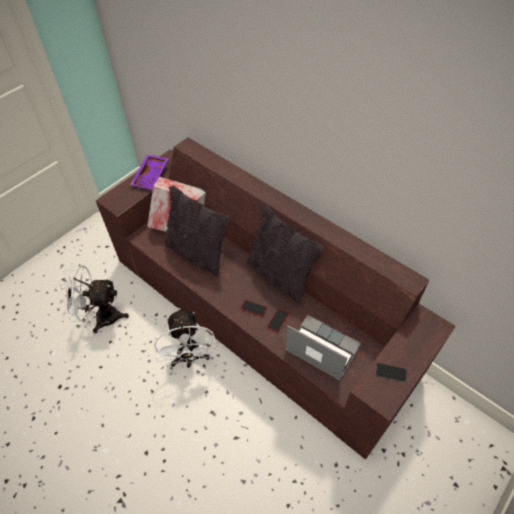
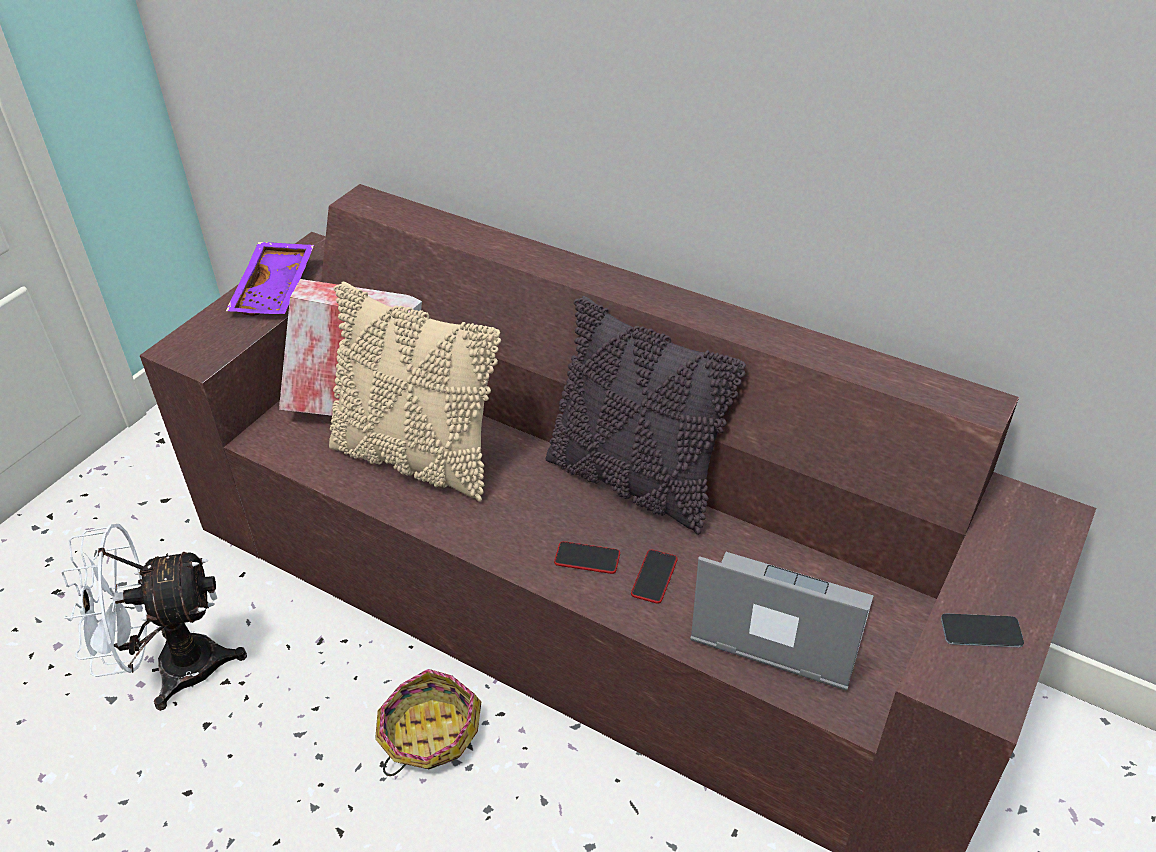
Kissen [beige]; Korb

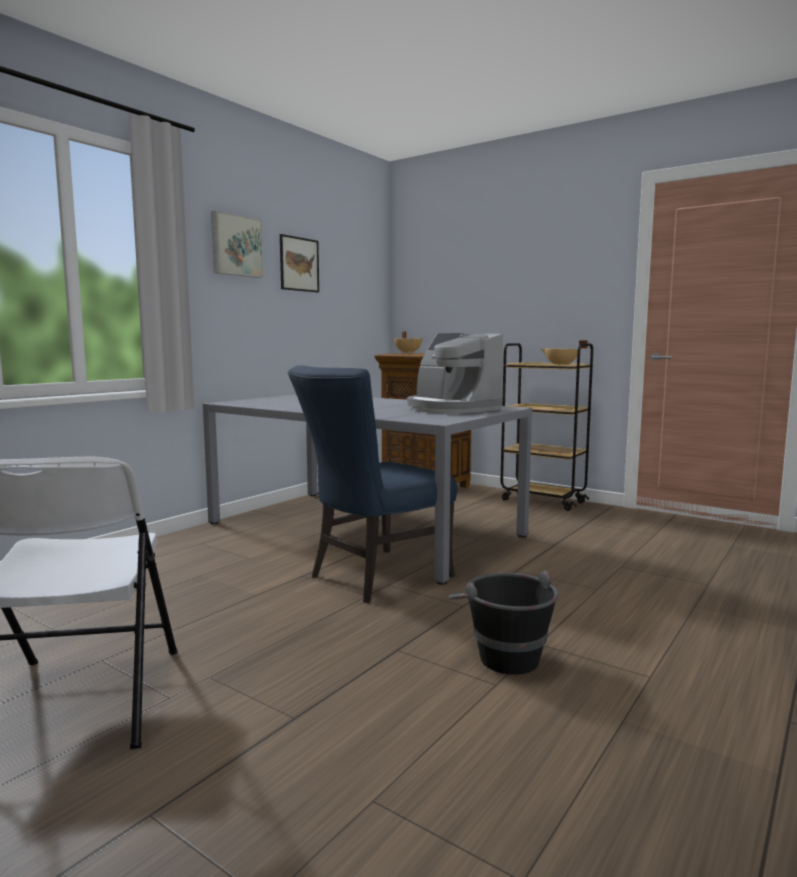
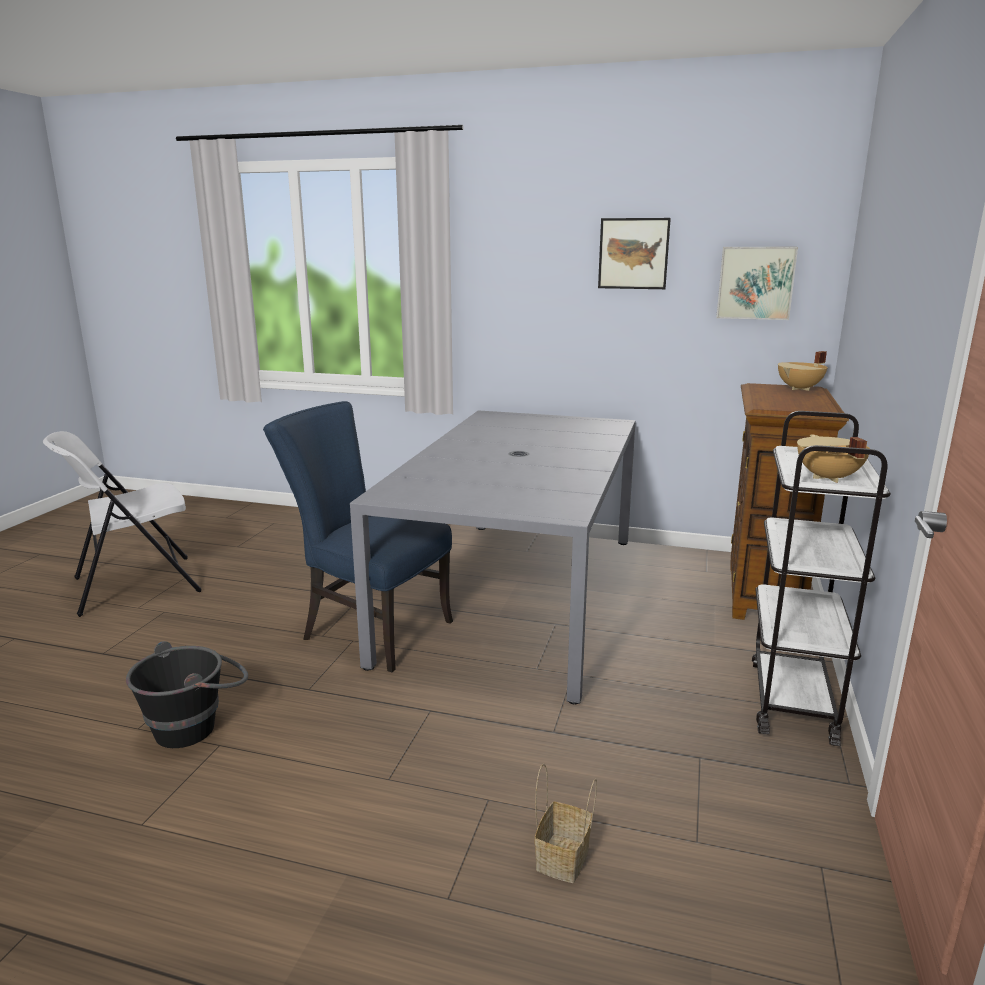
Bild (2nd from left); Kaffeemaschine; Rollwagen [weiß]; Korb

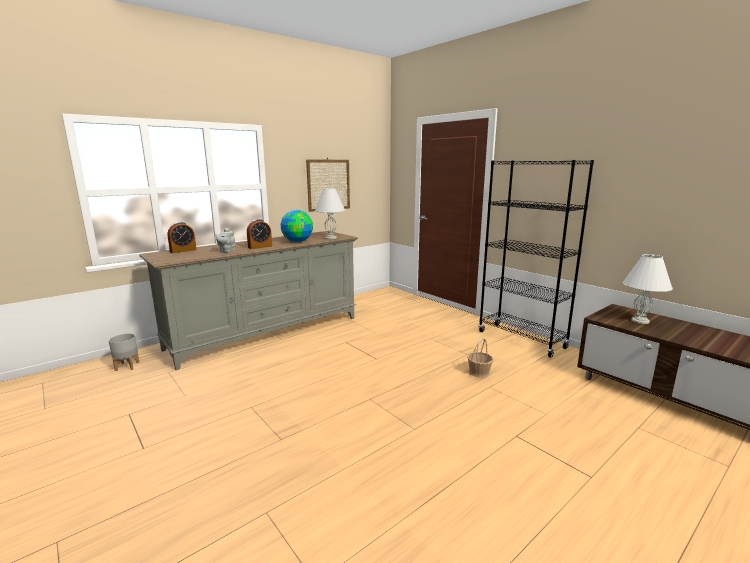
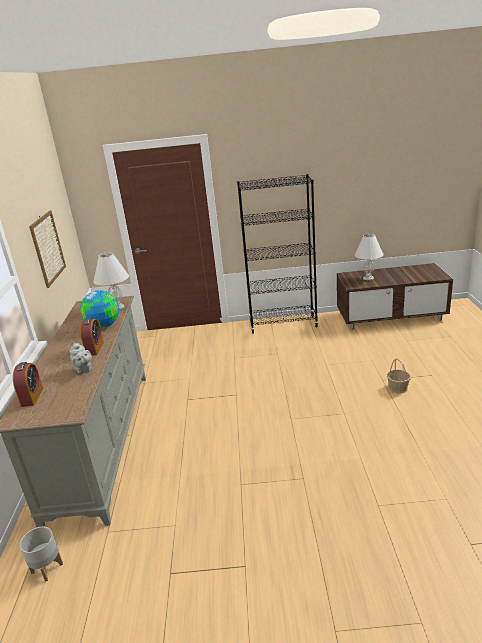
Korb

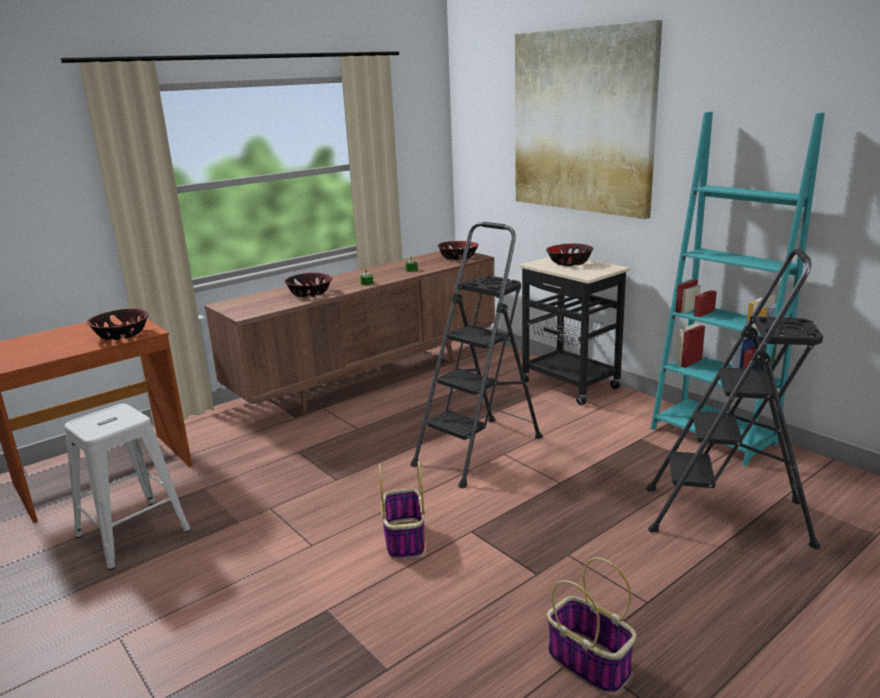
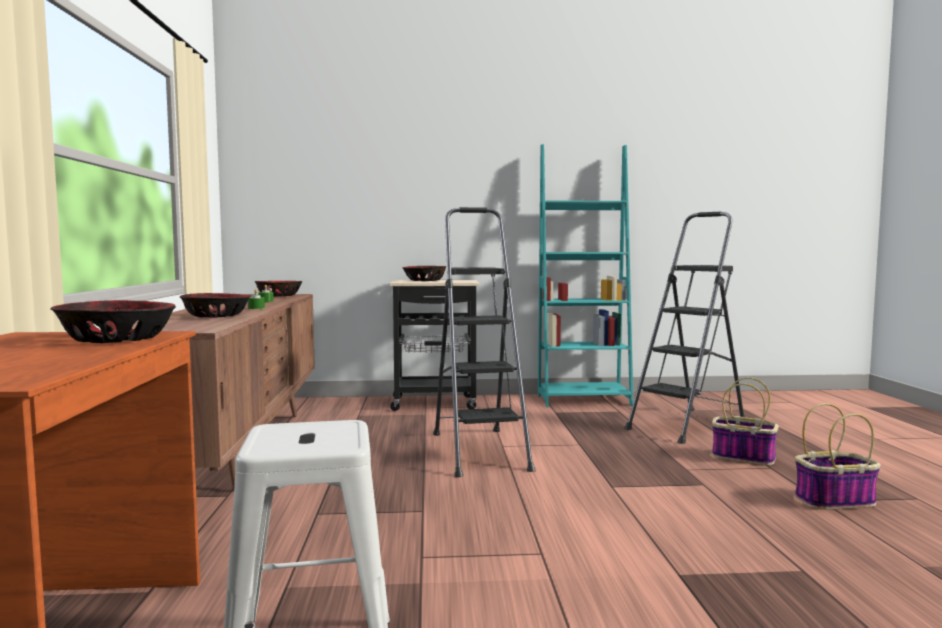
Bild; Korb (1st from left)

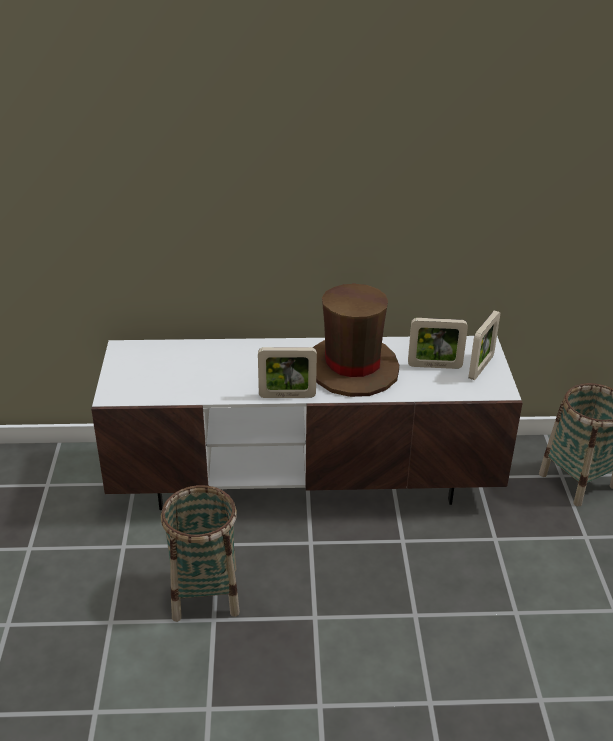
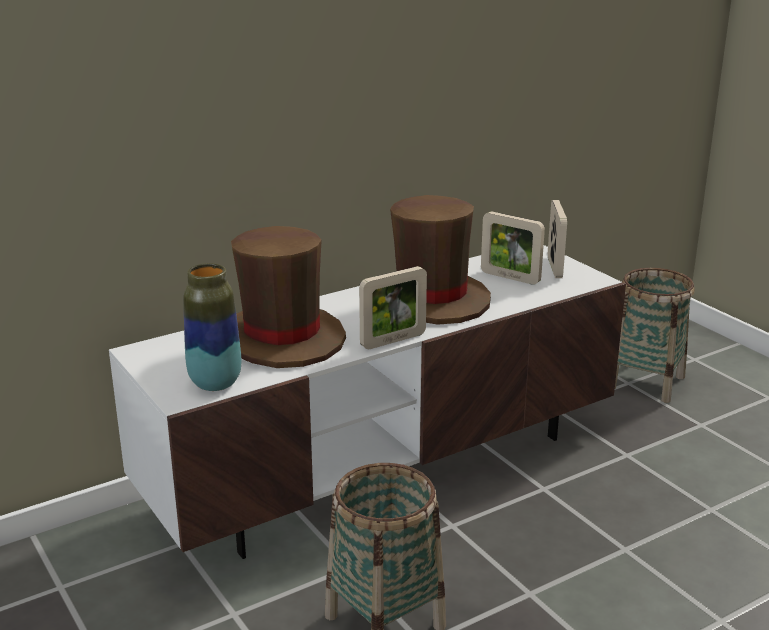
Bilderrahmen (2nd from left); Hut [braun] (1st from left); Vase

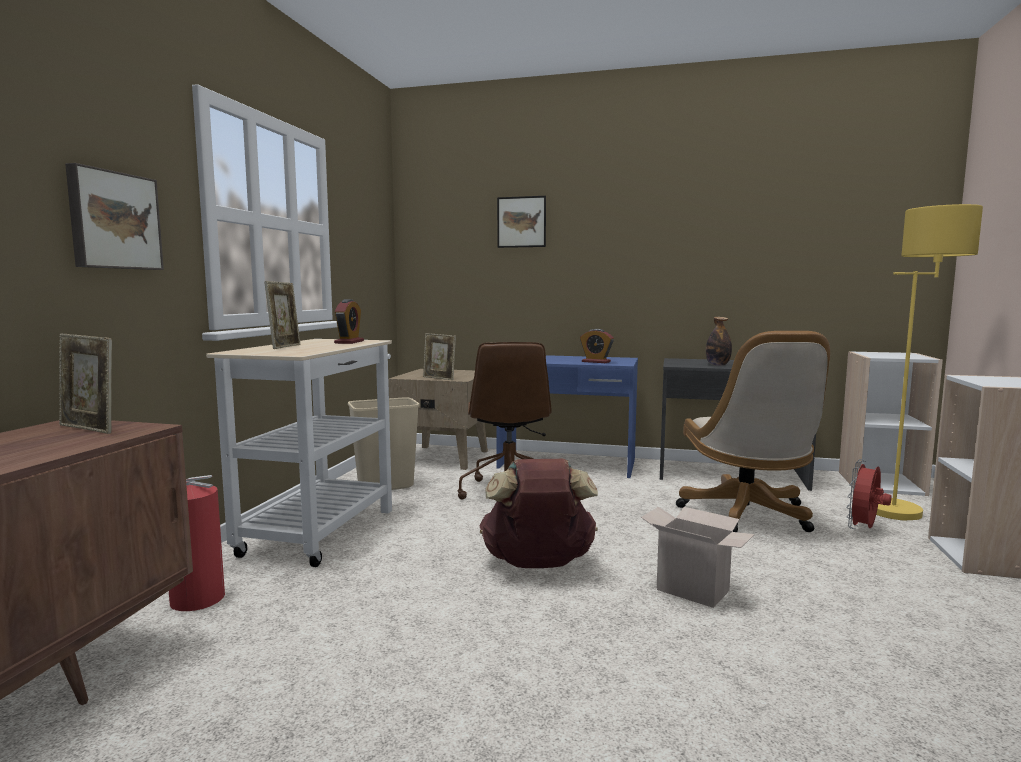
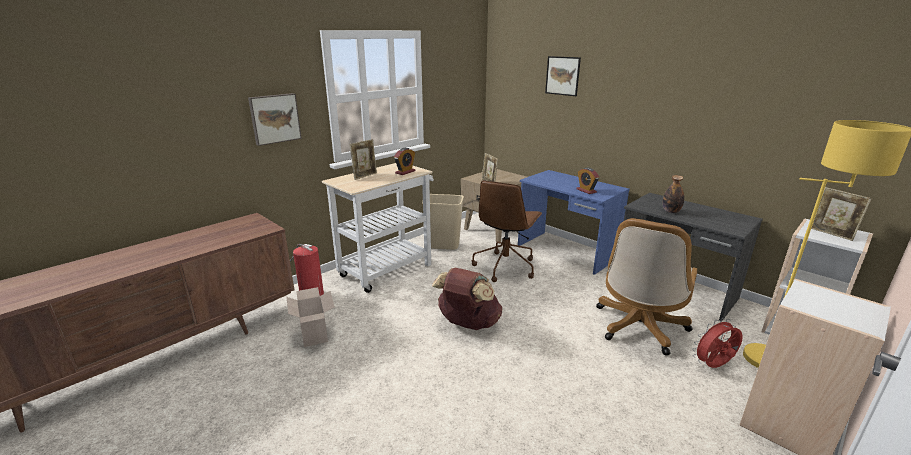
Bilderrahmen (3rd from left); Karton

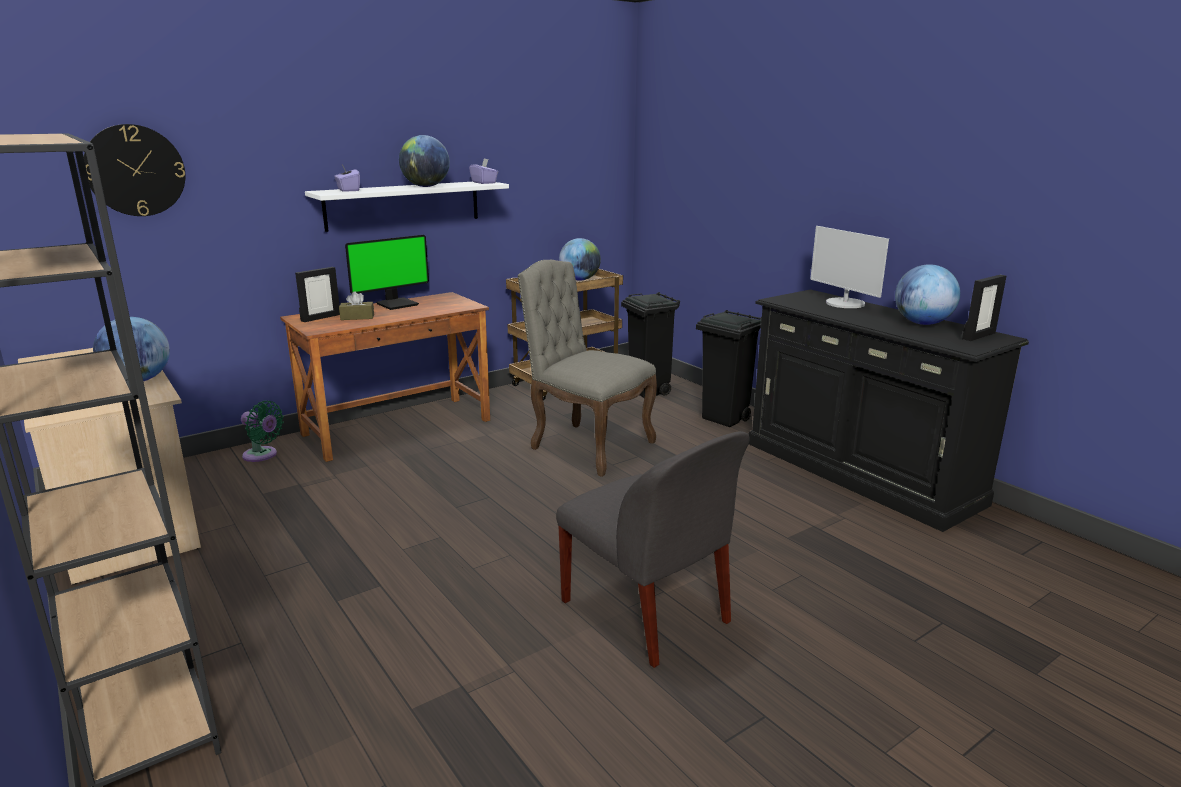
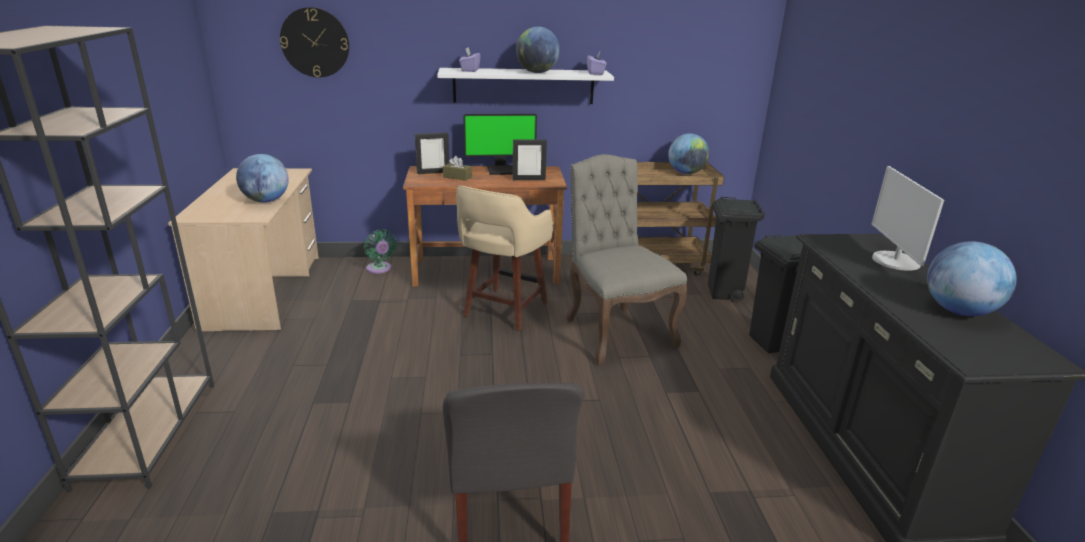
Bilderrahmen (2nd from left); Hocker [beige]

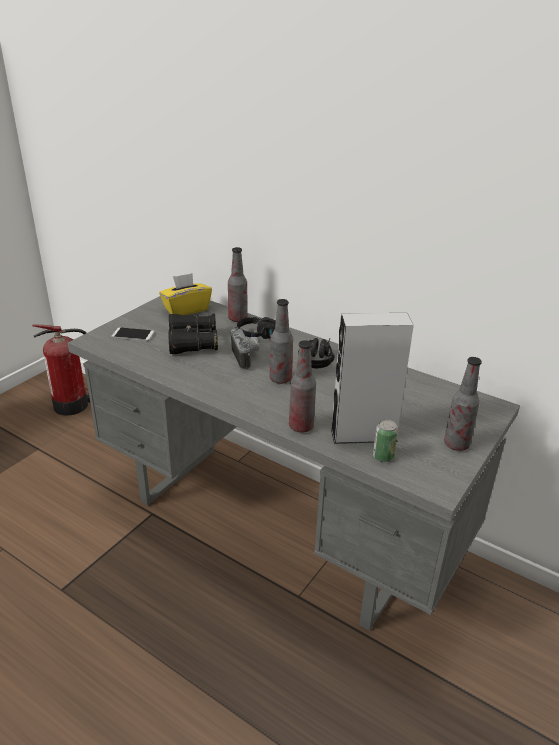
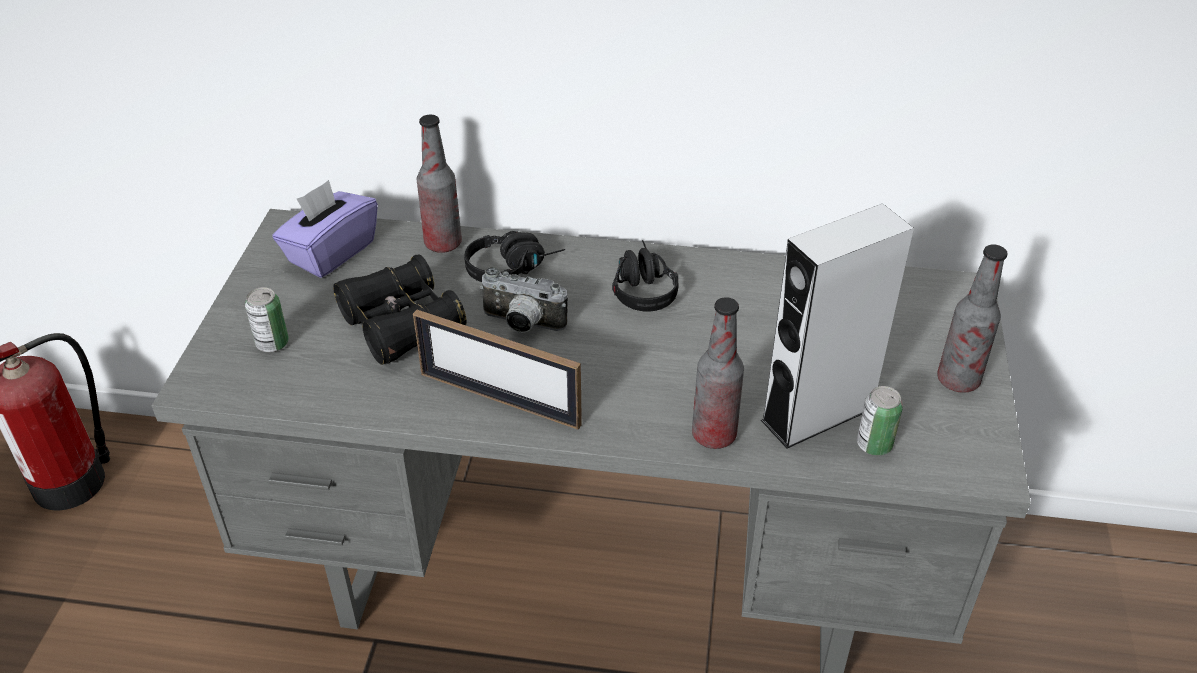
Taschentuchbox [lila]; Flasche (2nd from left in the first image); Dose (1st from left); Kamera; Bilderrahmen

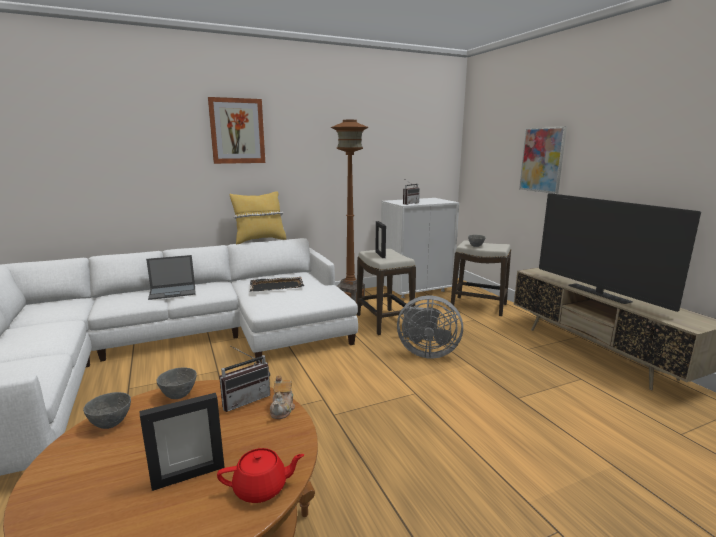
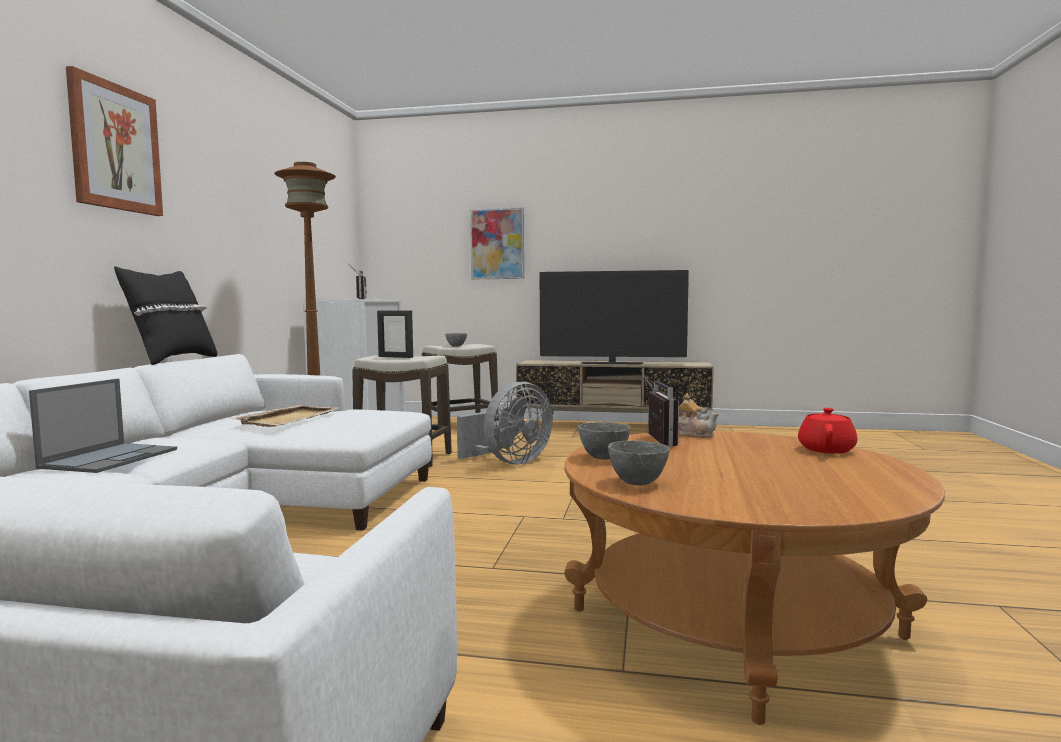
Kissen [schwarz]; Tablett [beige]; Bilderrahmen (1st from left in the first image)

